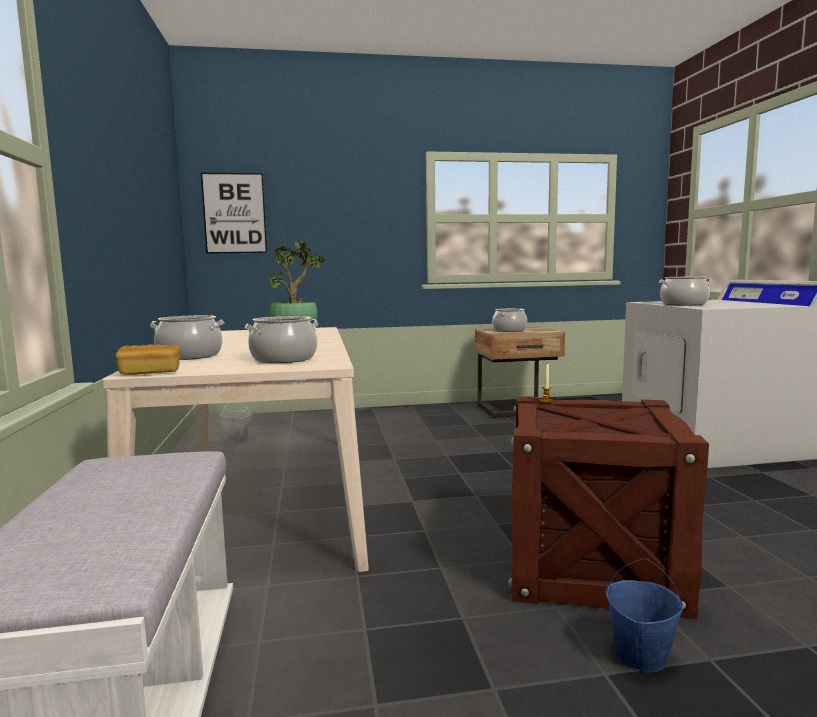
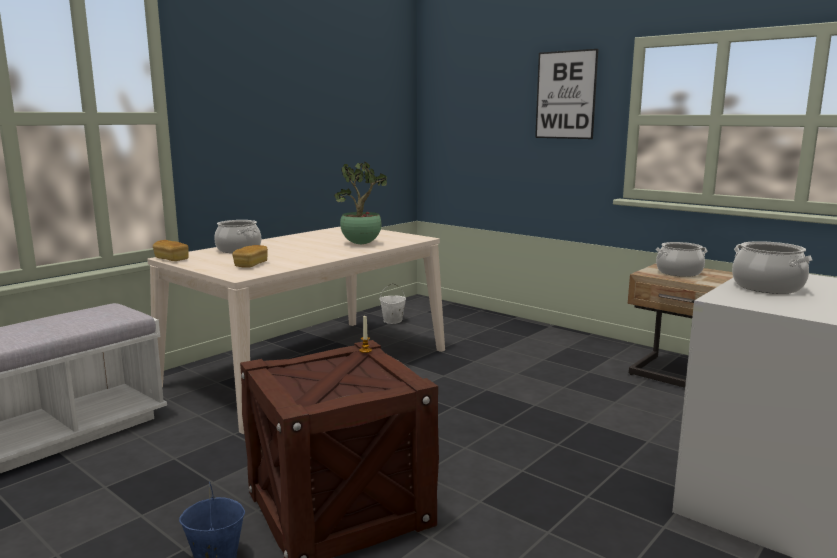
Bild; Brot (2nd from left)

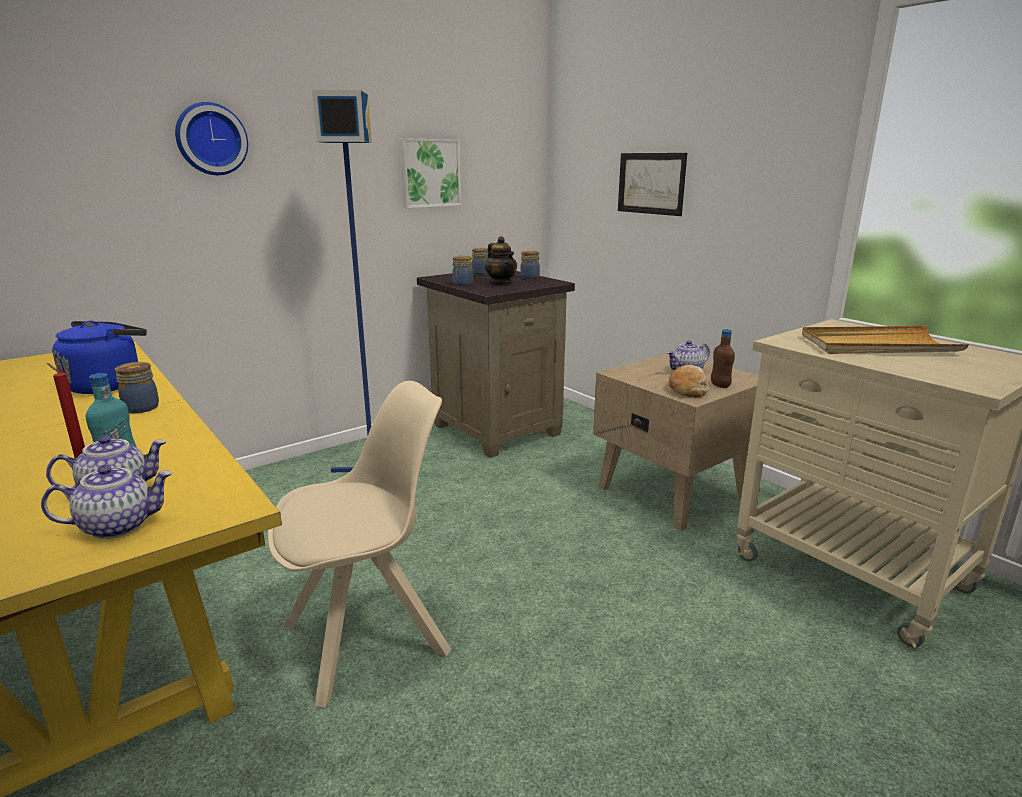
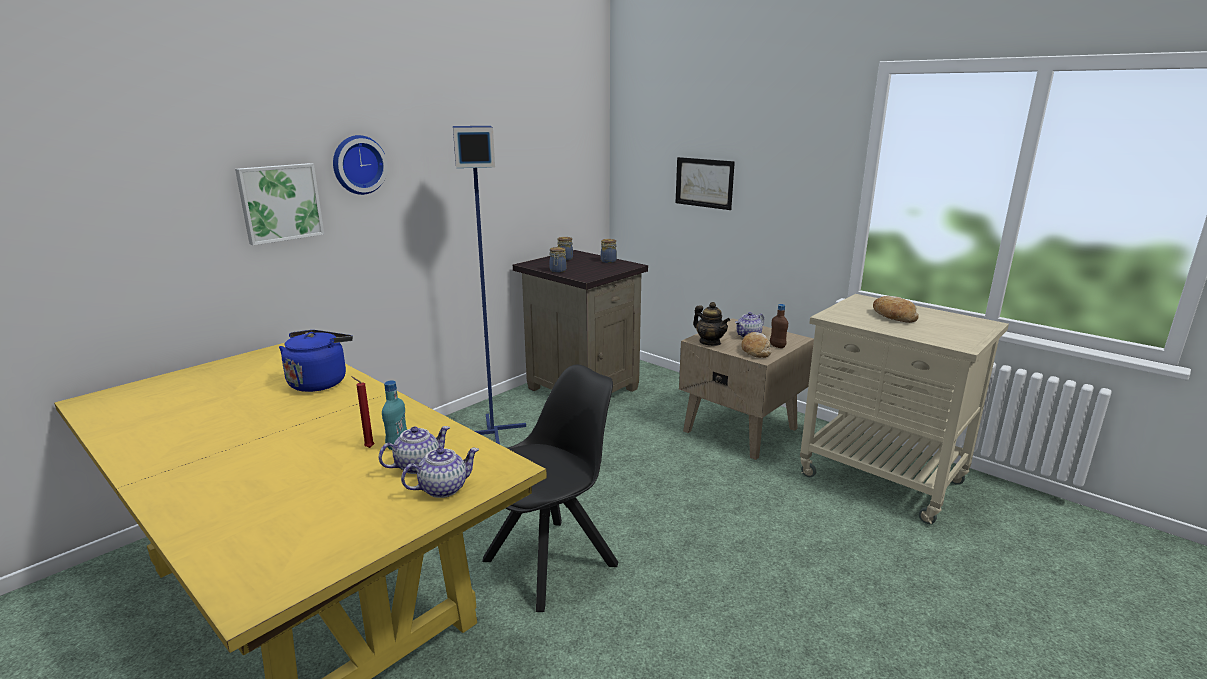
Bild (1st from left); Teekanne (3rd from left); Brot (2nd from left); Vorratsglas (1st from left in the first image); Stuhl [schwarz]

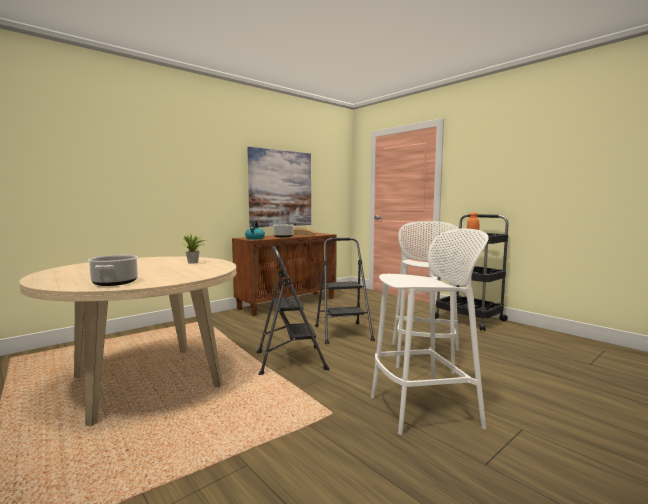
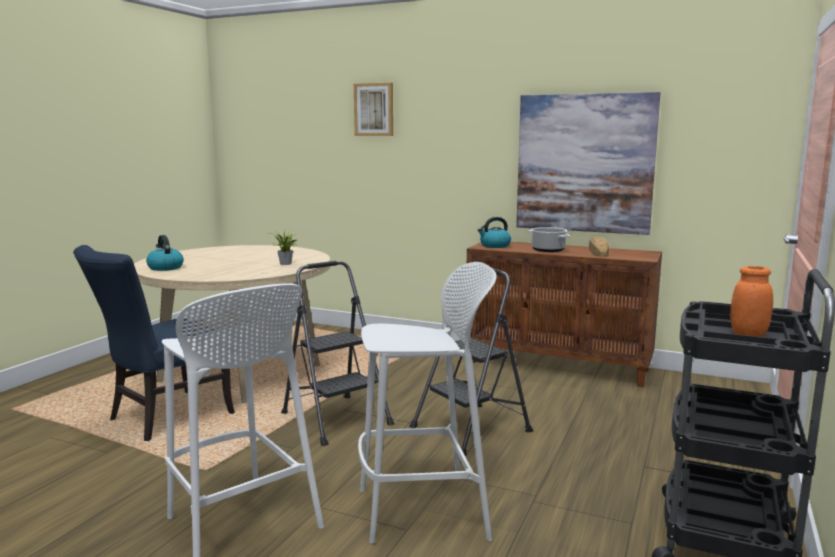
Wasserkessel (1st from left); Bild (1st from left); Stuhl [blau]

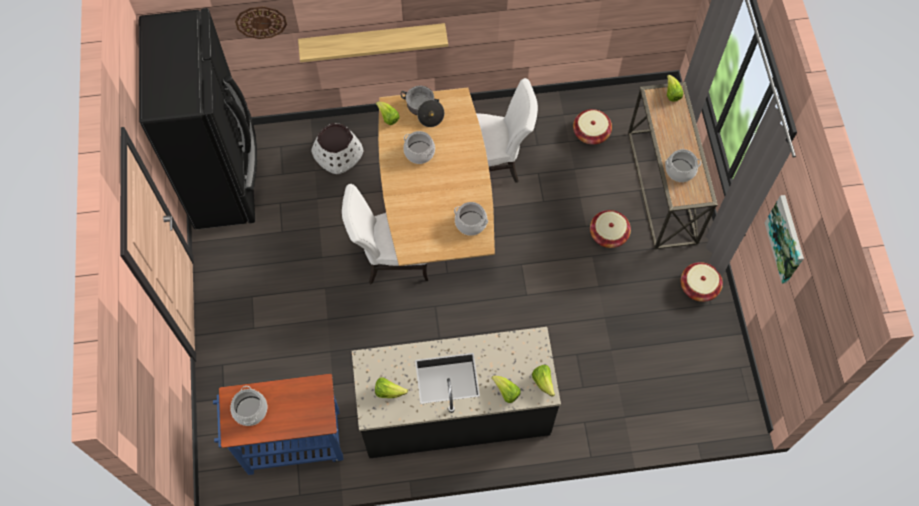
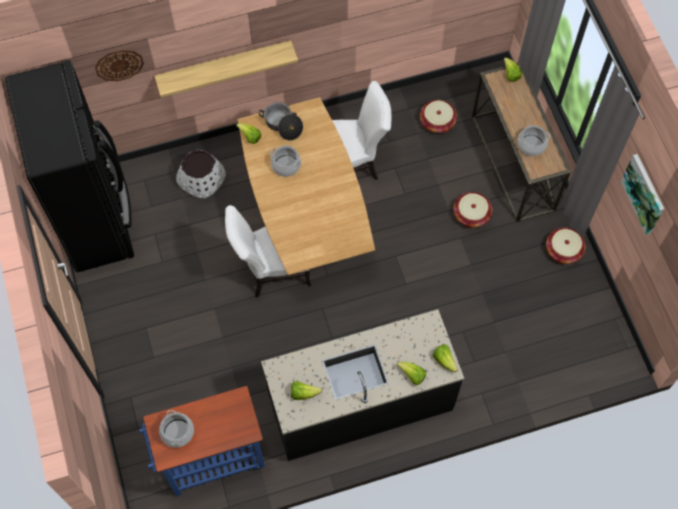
Kochtopf (4th from left in the first image)

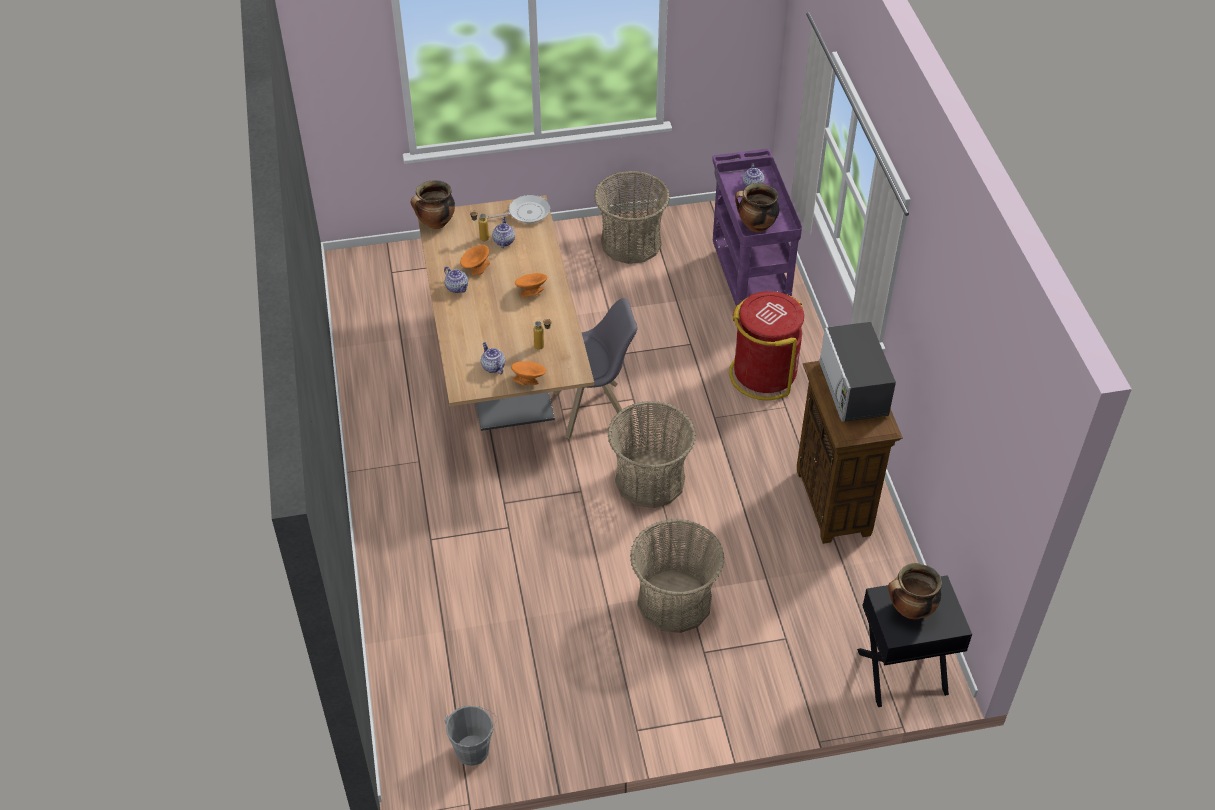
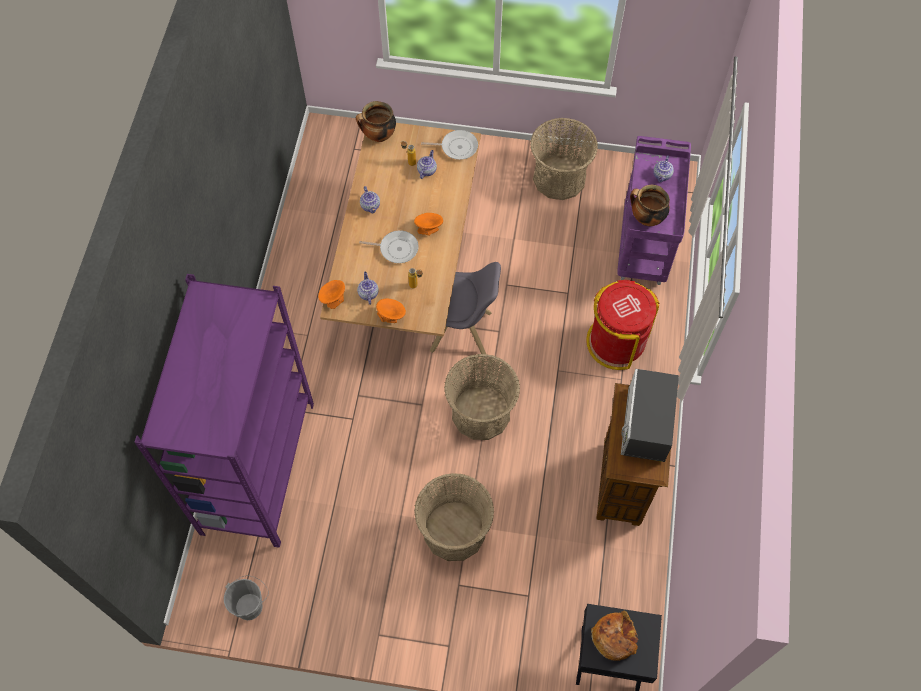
Schüssel [orange] (1st from left); Brot; Pfanne (1st from left); Bücherregal [lila]

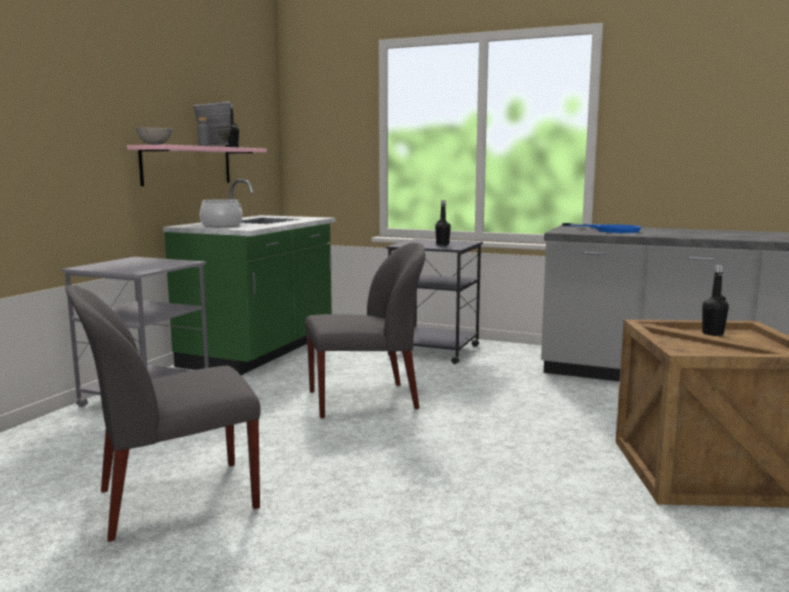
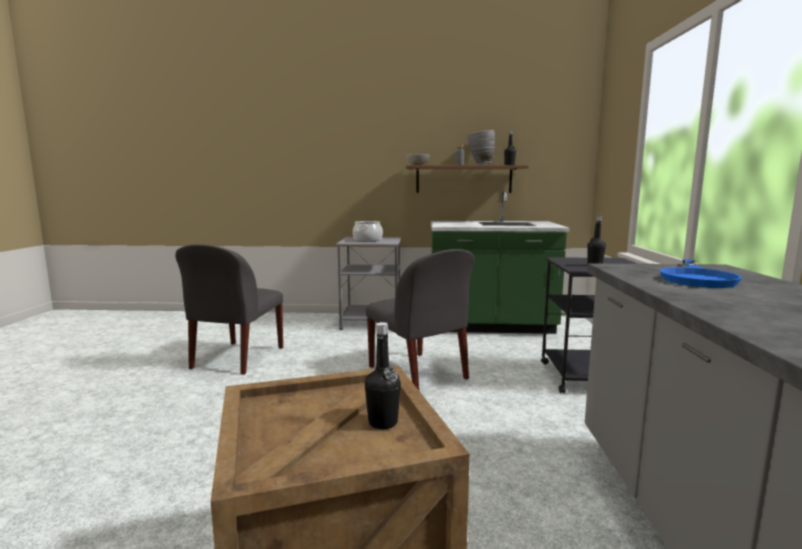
Wandregal [braun]; Kochtopf; Stuhl [grau] (1st from left)

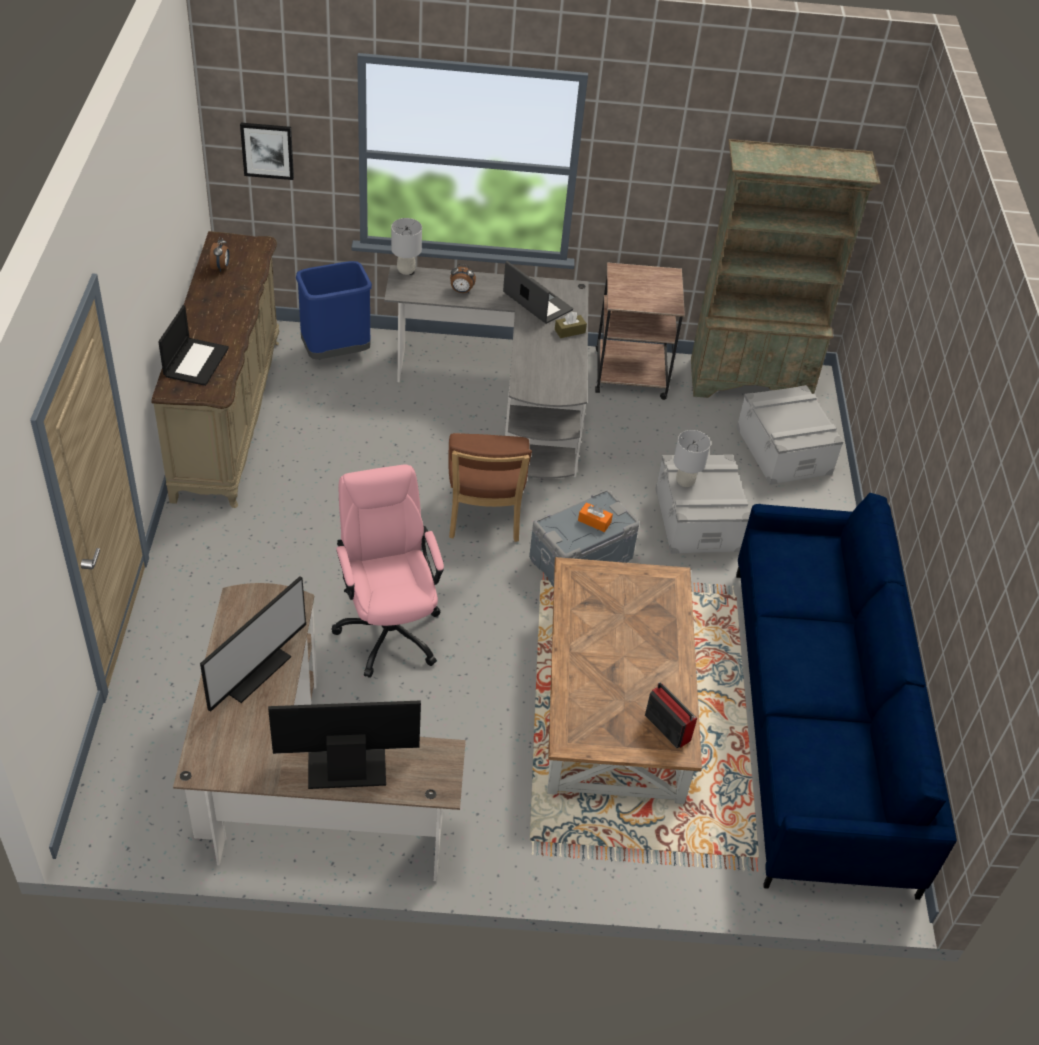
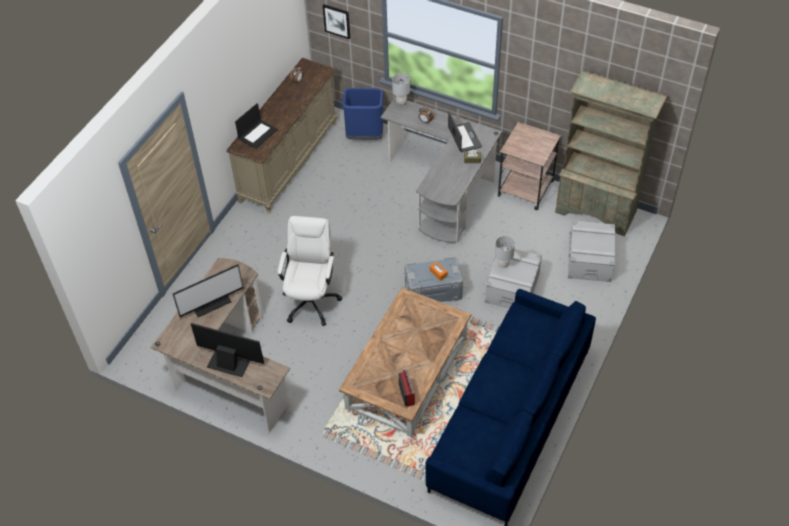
Stuhl [braun]; Bürostuhl [weiß]

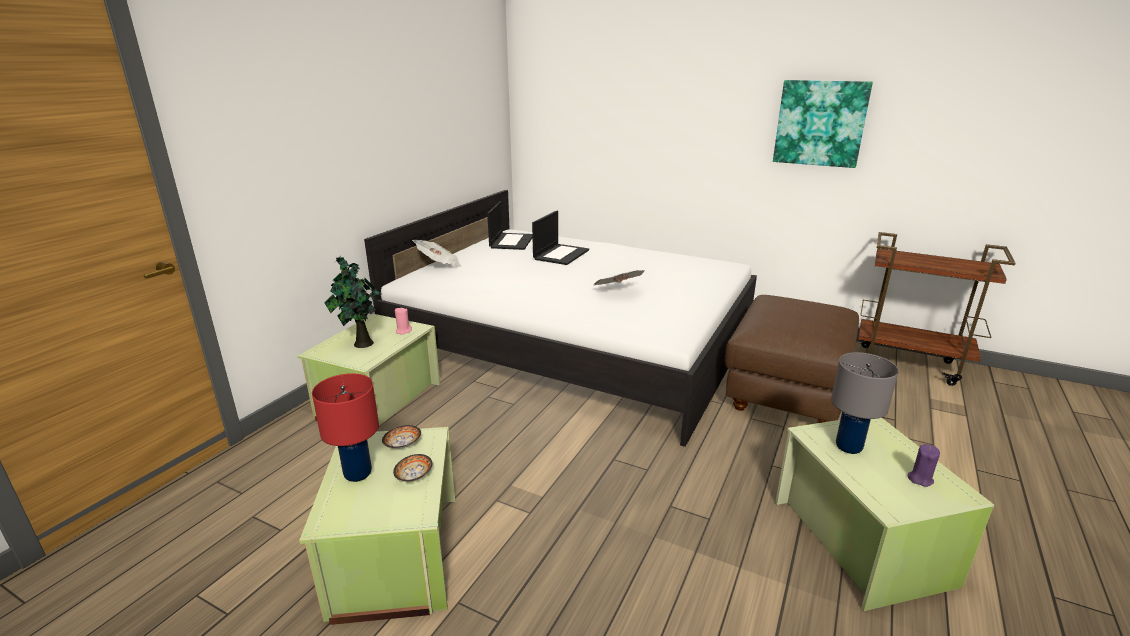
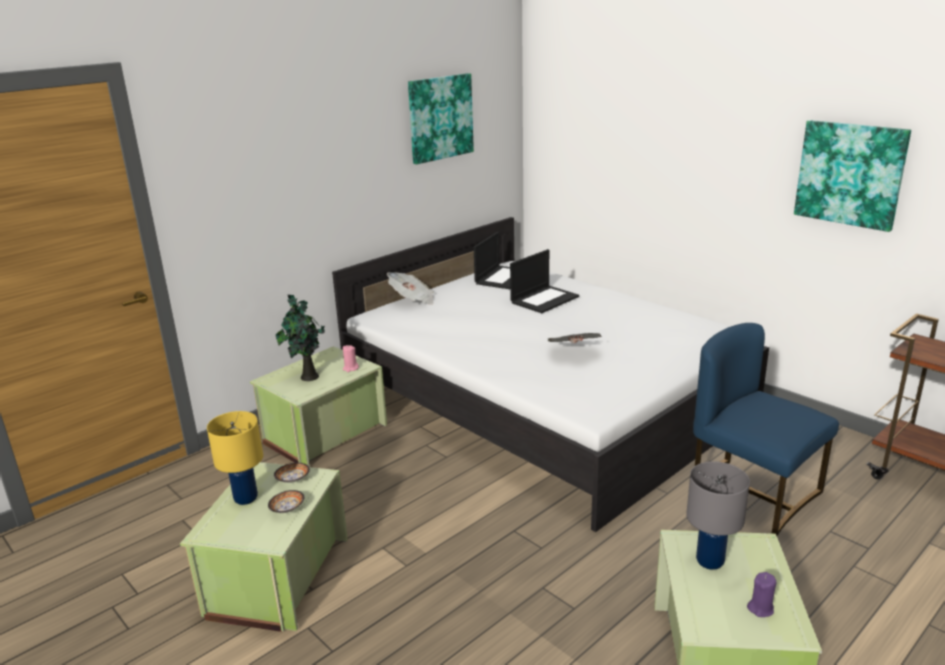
Stuhl [blau]; Tischlampe [gelb]; Bild (1st from left)

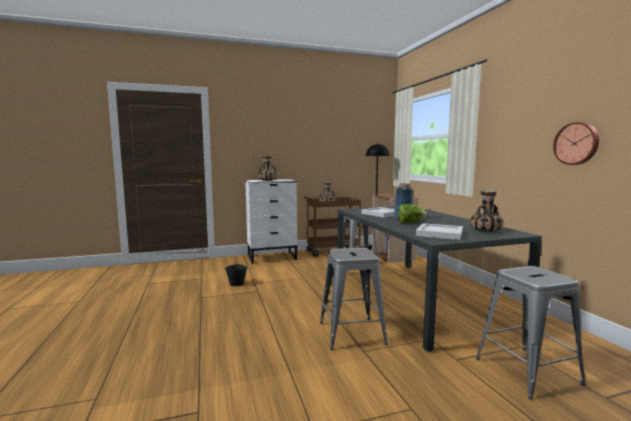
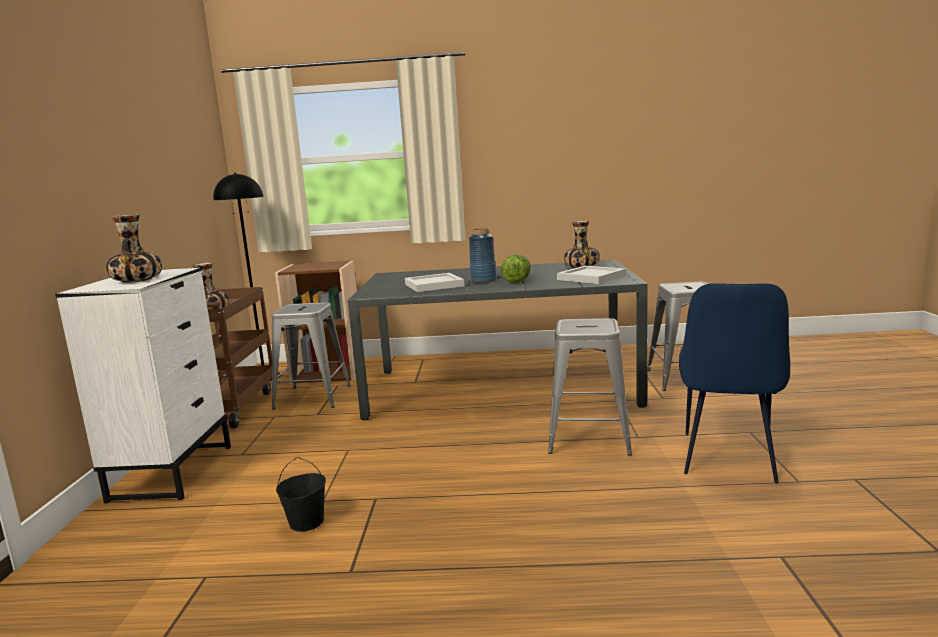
Wanduhr; Stuhl [blau]

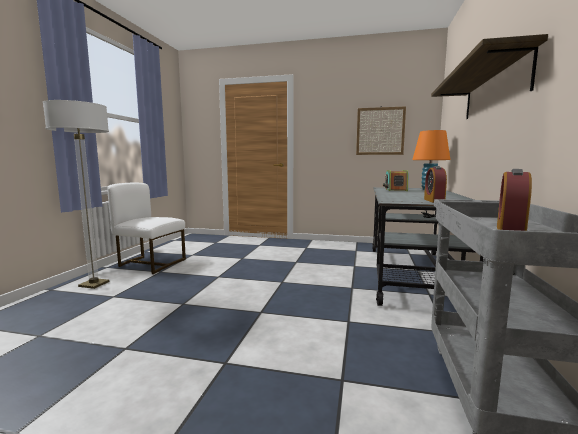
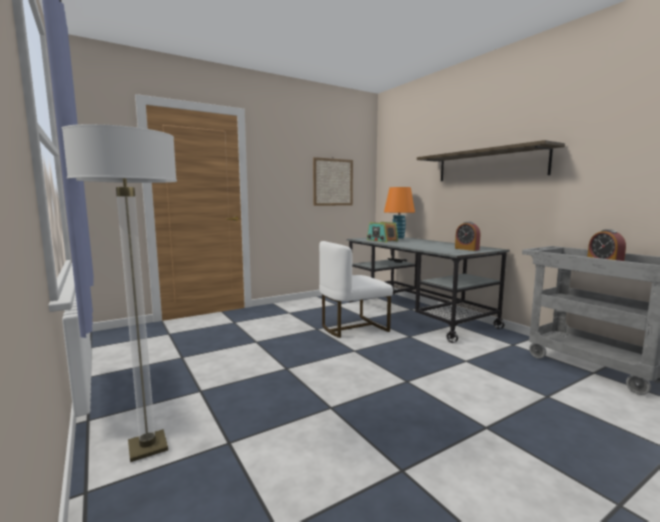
Stuhl [weiß]

